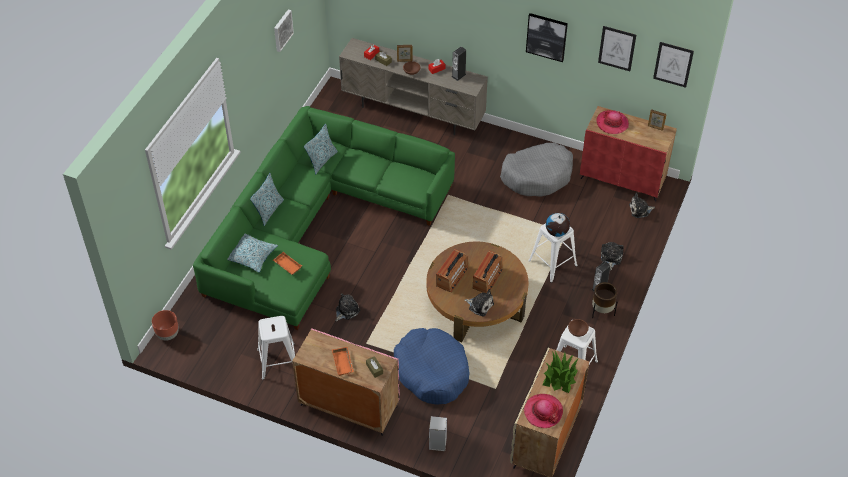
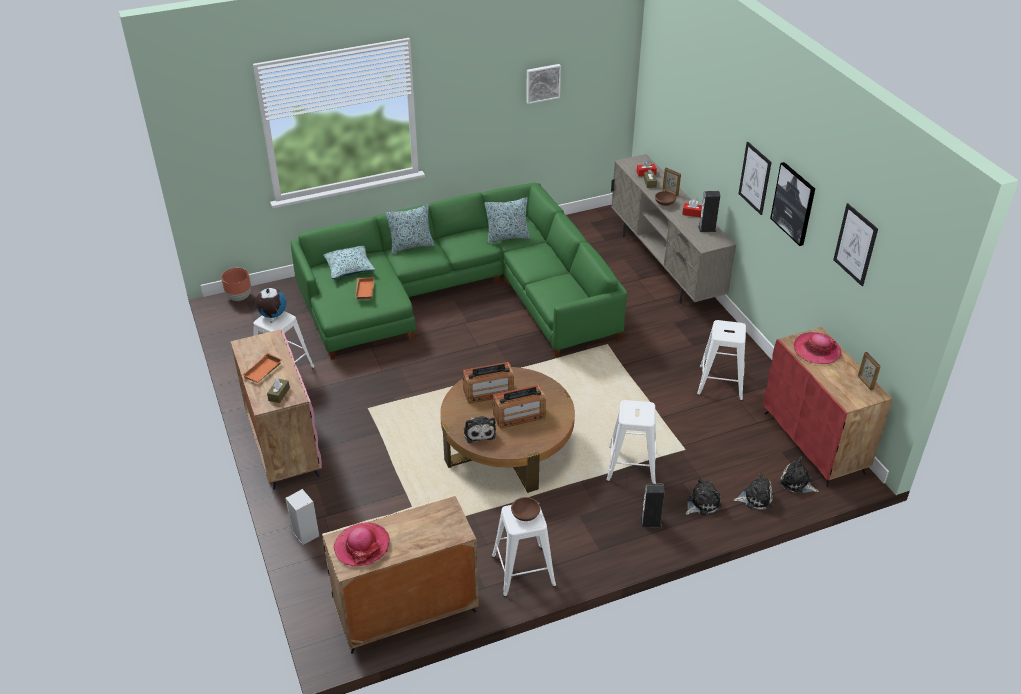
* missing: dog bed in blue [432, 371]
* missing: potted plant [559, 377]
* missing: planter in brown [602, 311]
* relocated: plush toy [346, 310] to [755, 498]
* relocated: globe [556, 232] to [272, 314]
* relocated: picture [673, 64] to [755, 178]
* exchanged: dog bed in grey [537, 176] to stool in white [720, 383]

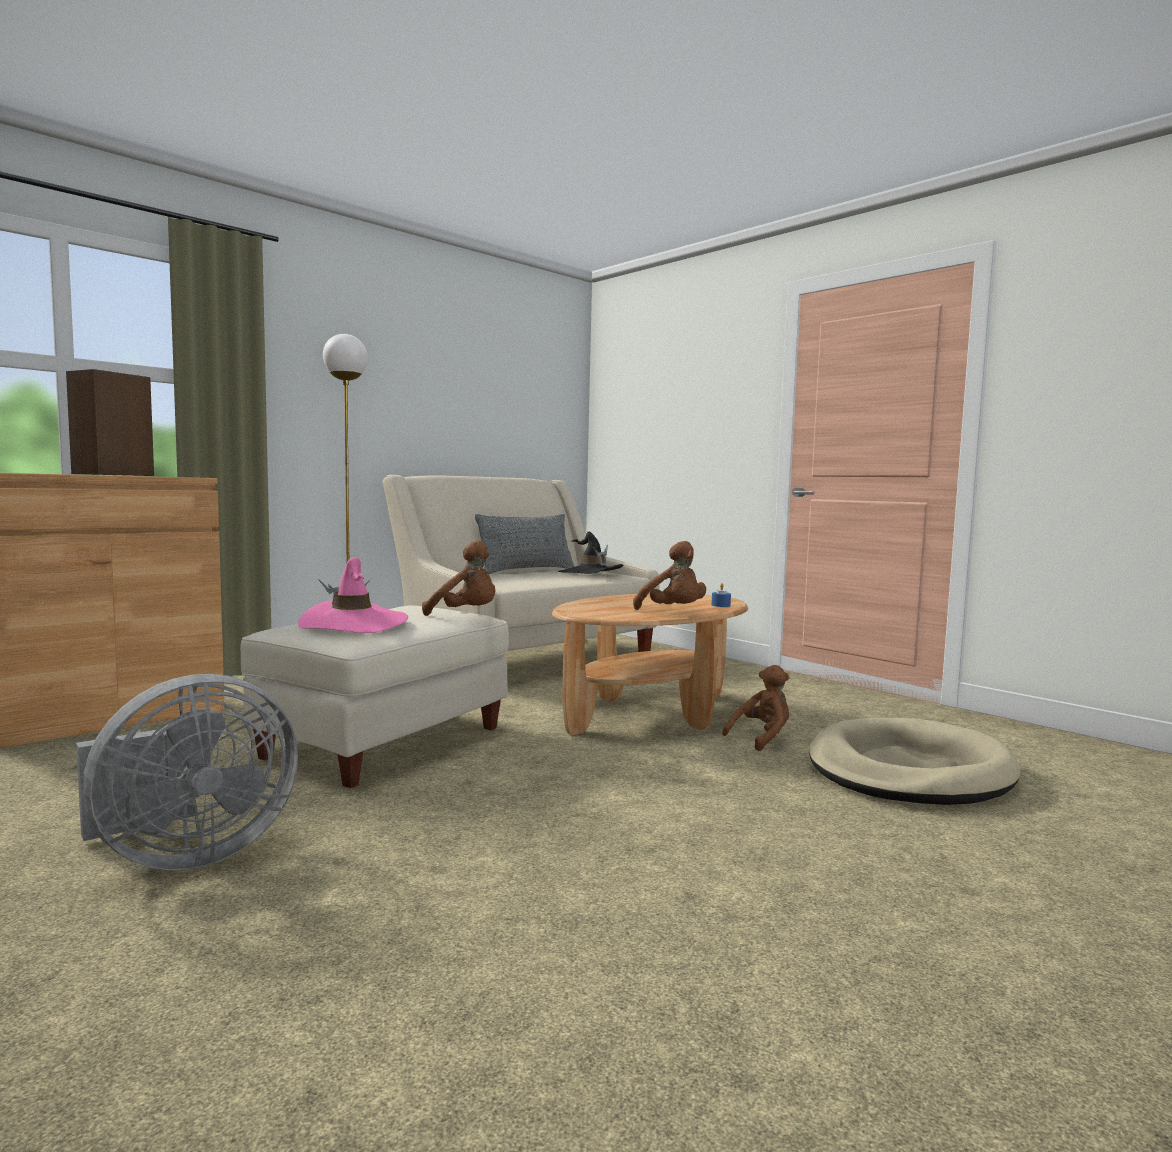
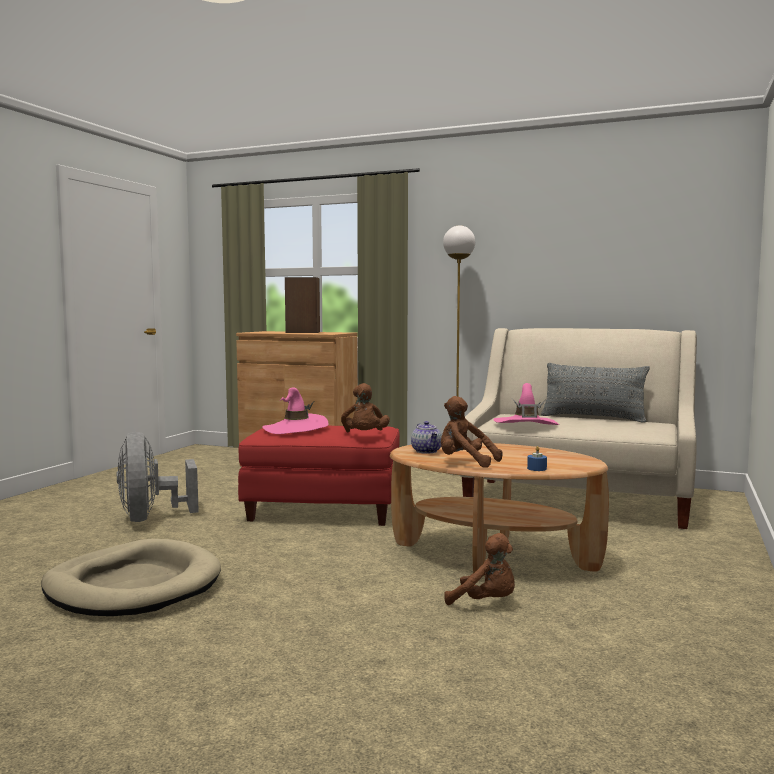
* missing: hat in black [590, 574]
* appeared: teapot [427, 451]
* appeared: hat in pink [525, 424]
* relocated: dog bed in beige [909, 771] to [133, 586]
* colour: ottoman in beige [386, 743] to ottoman in red [323, 511]
* spun: fan in grey [186, 855] = [151, 518] 45 degrees clockwise
* spun: plush toy in brown [673, 612] = [465, 462] 90 degrees clockwise

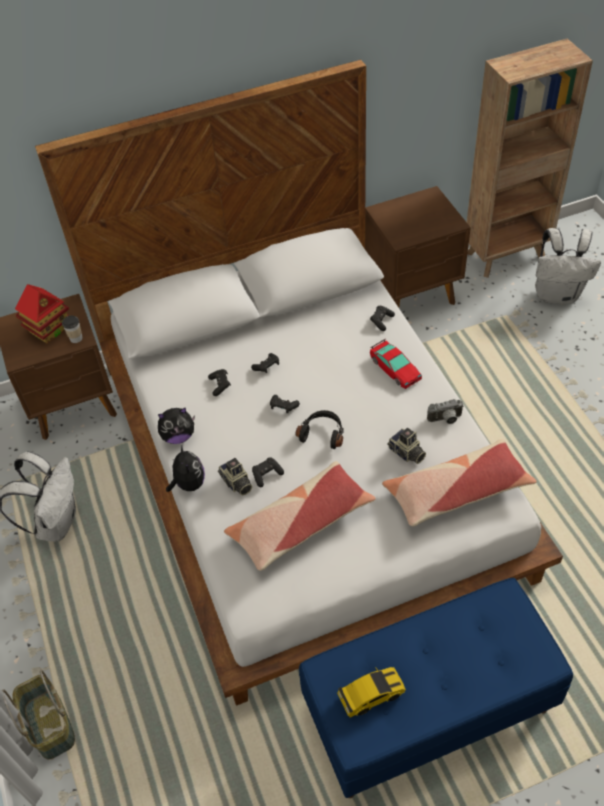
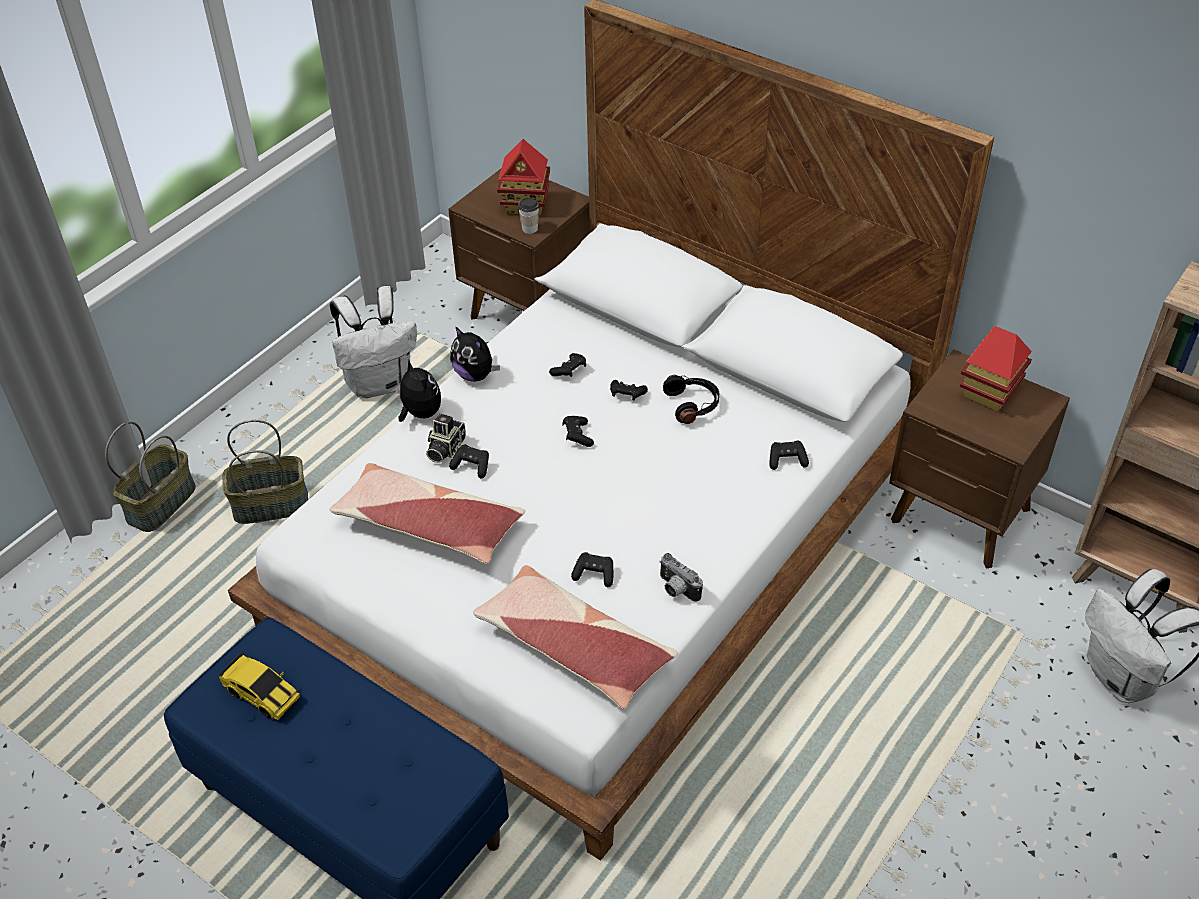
* missing: toy car [394, 369]
* appeared: basket [271, 504]
* appeared: toy house [989, 393]
* relocated: headphones in black [322, 433] to [693, 405]
* exchanged: photo camera [406, 453] to game controller in black [594, 574]
* spun: plush toy [188, 484] = [420, 413] 75 degrees counterclockwise

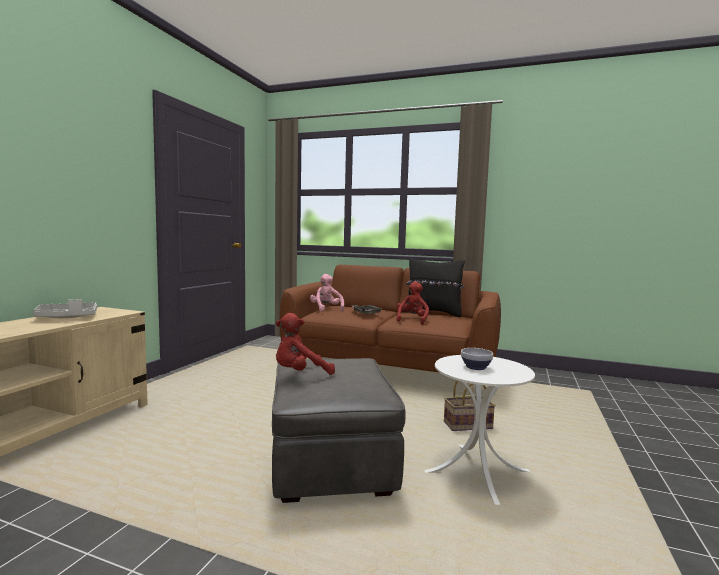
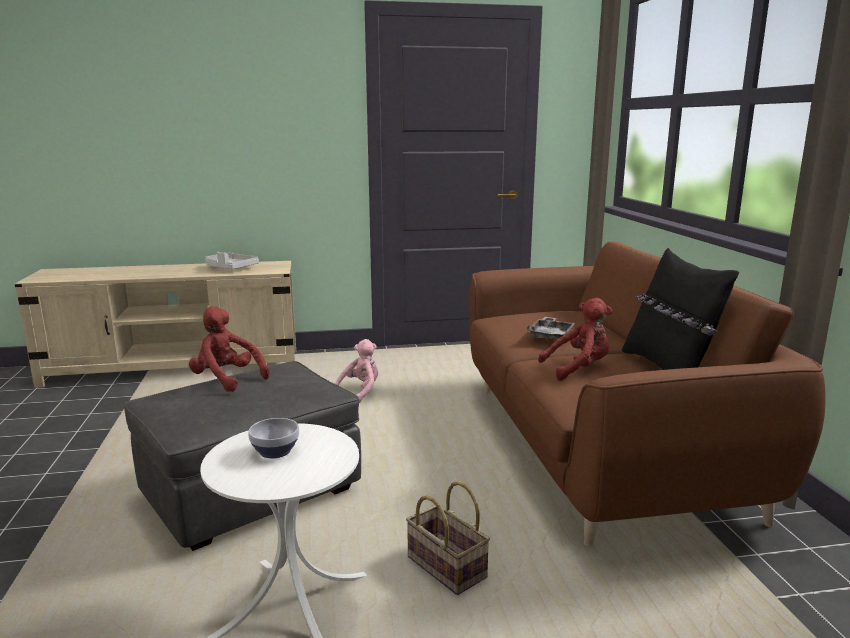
* relocated: plush toy in pink [326, 309] to [360, 392]

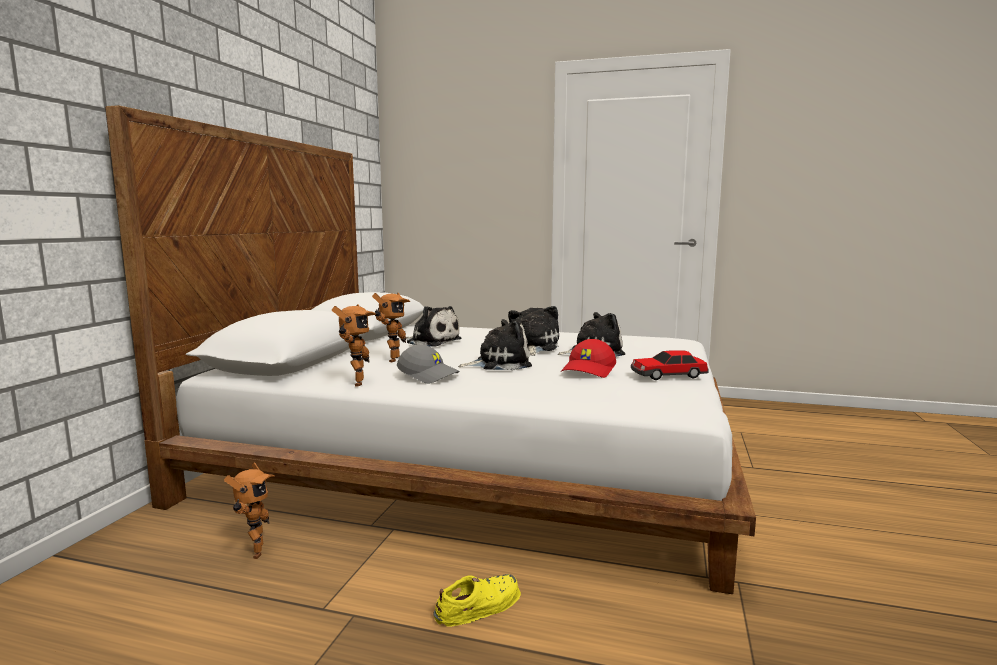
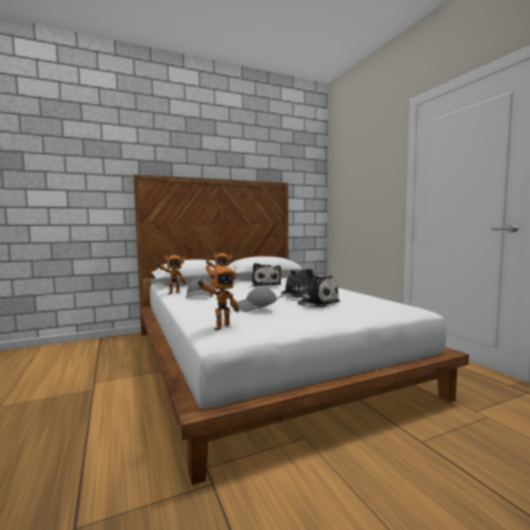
* missing: shoe in yellow [479, 606]
* missing: plush toy [499, 363]
* missing: toy car [667, 375]
* relocated: toy robot [253, 552] to [220, 327]
* colour: cap in red [589, 370] to cap in grey [255, 308]

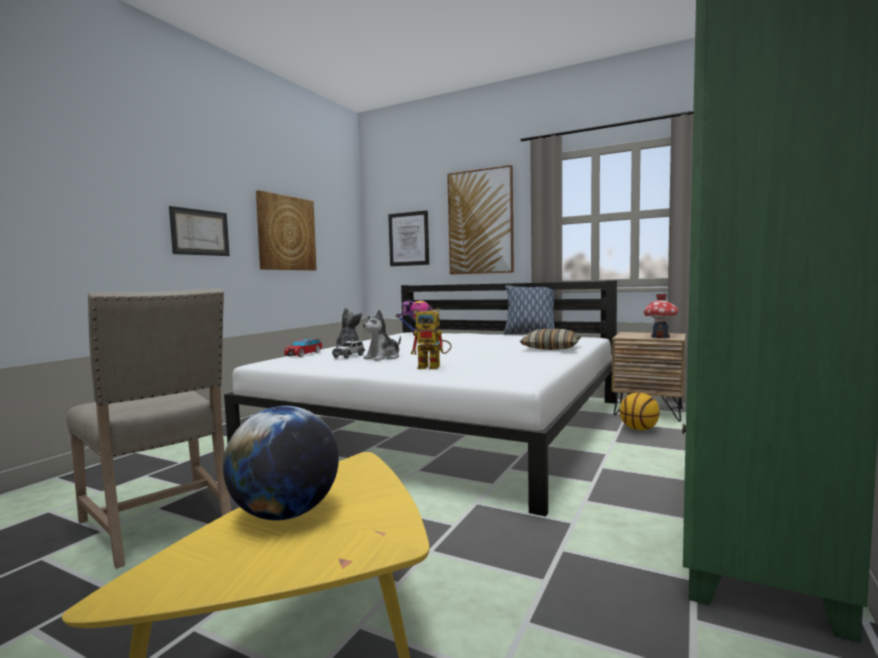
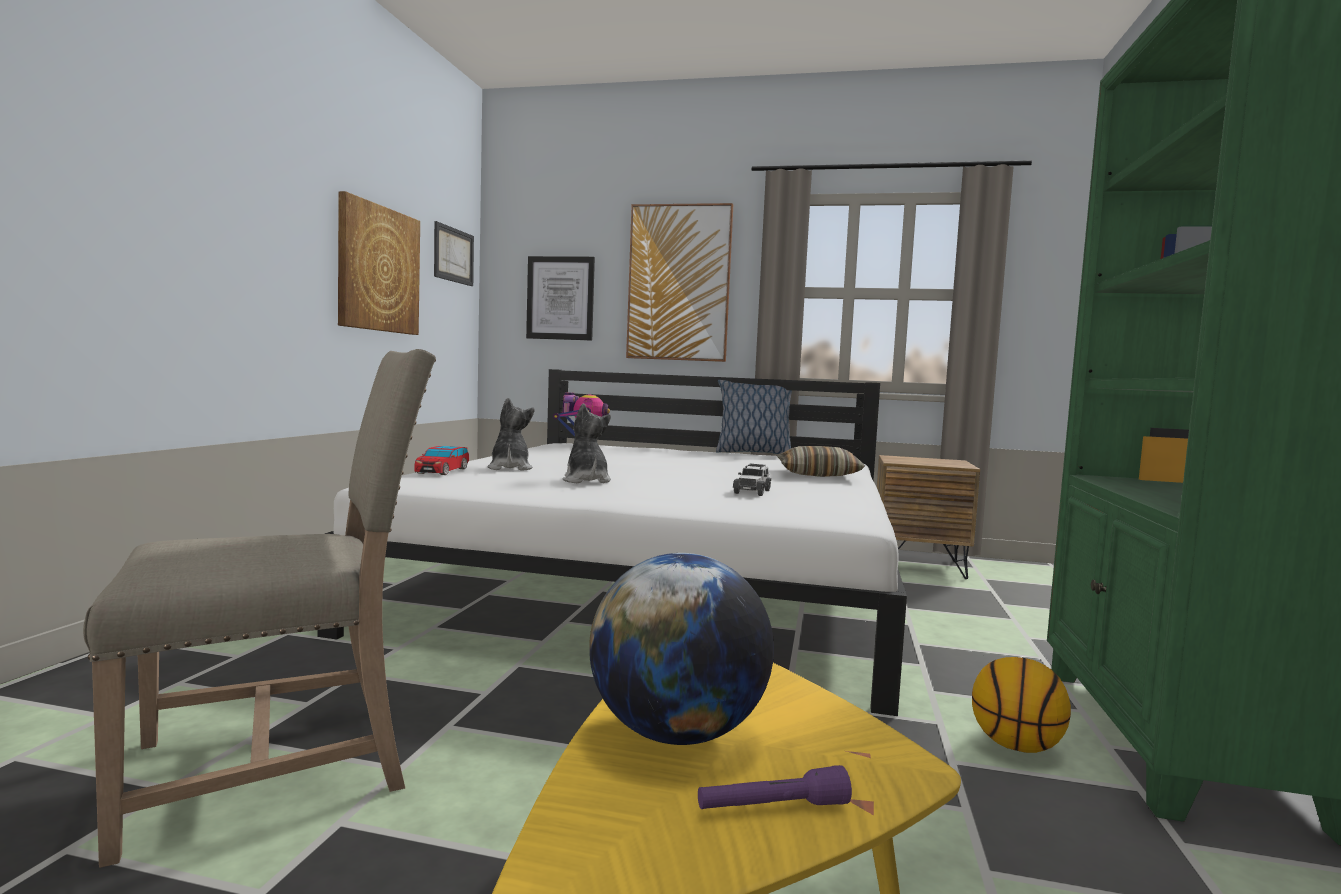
* missing: toy robot [434, 367]
* missing: toy house [660, 337]
* appeared: flashlight in purple [772, 808]
* relocated: picture [200, 232] to [453, 255]
* relocated: toy car [349, 356] to [752, 492]
* relocated: basketball [639, 429] to [1016, 746]
* spun: chair in beige [161, 524] = [279, 767] 60 degrees counterclockwise
* spun: plush toy [383, 357] = [586, 481] 135 degrees clockwise

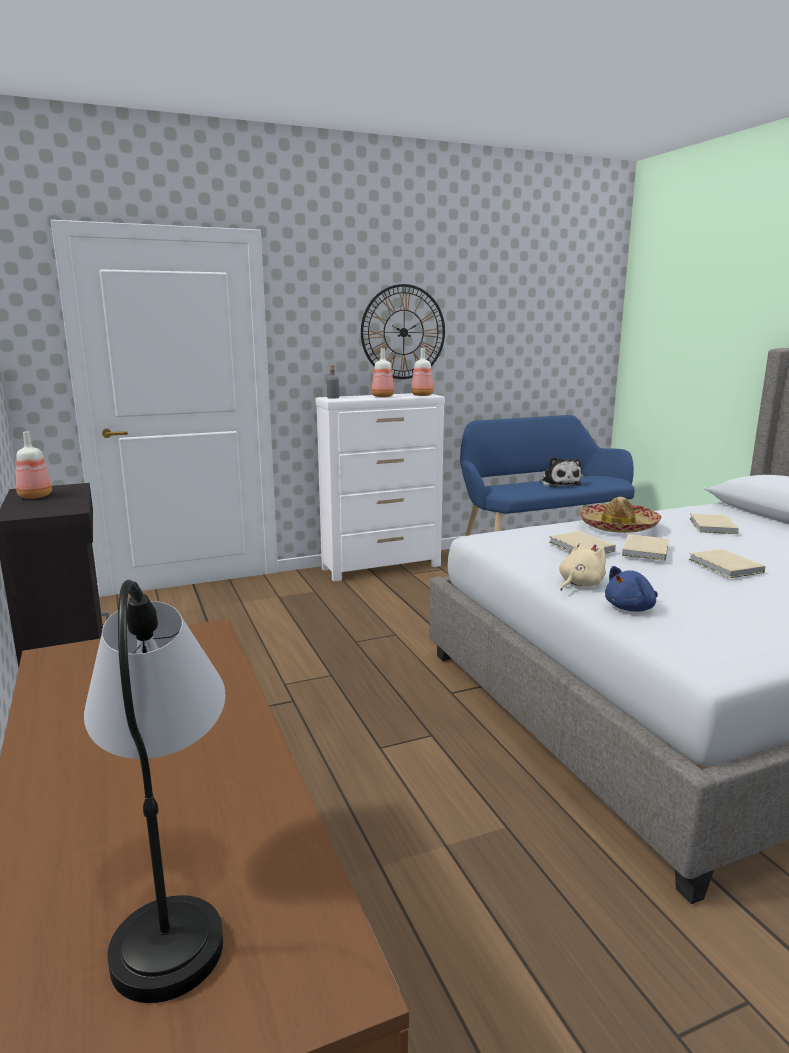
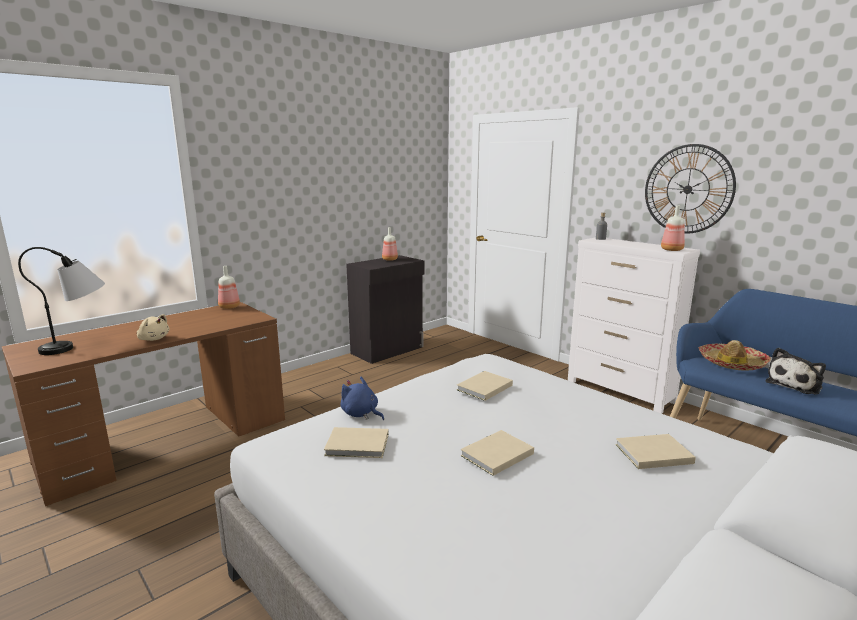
* relocated: bottle [382, 396] to [228, 307]
* relocated: plush toy in beige [579, 584] to [153, 339]
* relocated: hat [618, 526] to [732, 363]
* relocated: book in beige [646, 549] to [359, 445]

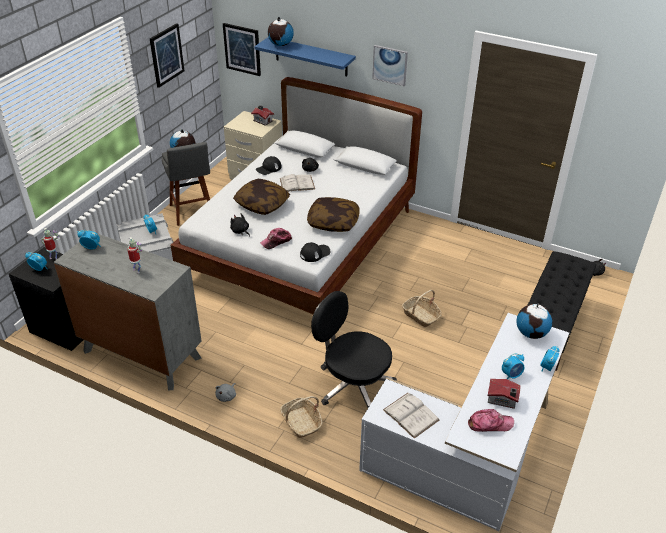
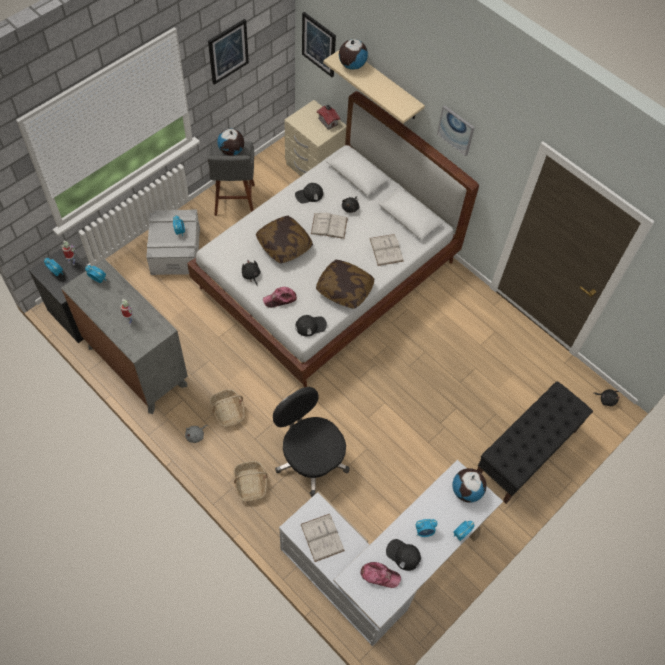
* appeared: book in white [386, 249]
* relocated: basket [421, 316] to [228, 411]
* exchanged: toy house [502, 400] to cap in black [403, 555]
* colour: shelf in blue [311, 57] to shelf in beige [383, 84]

